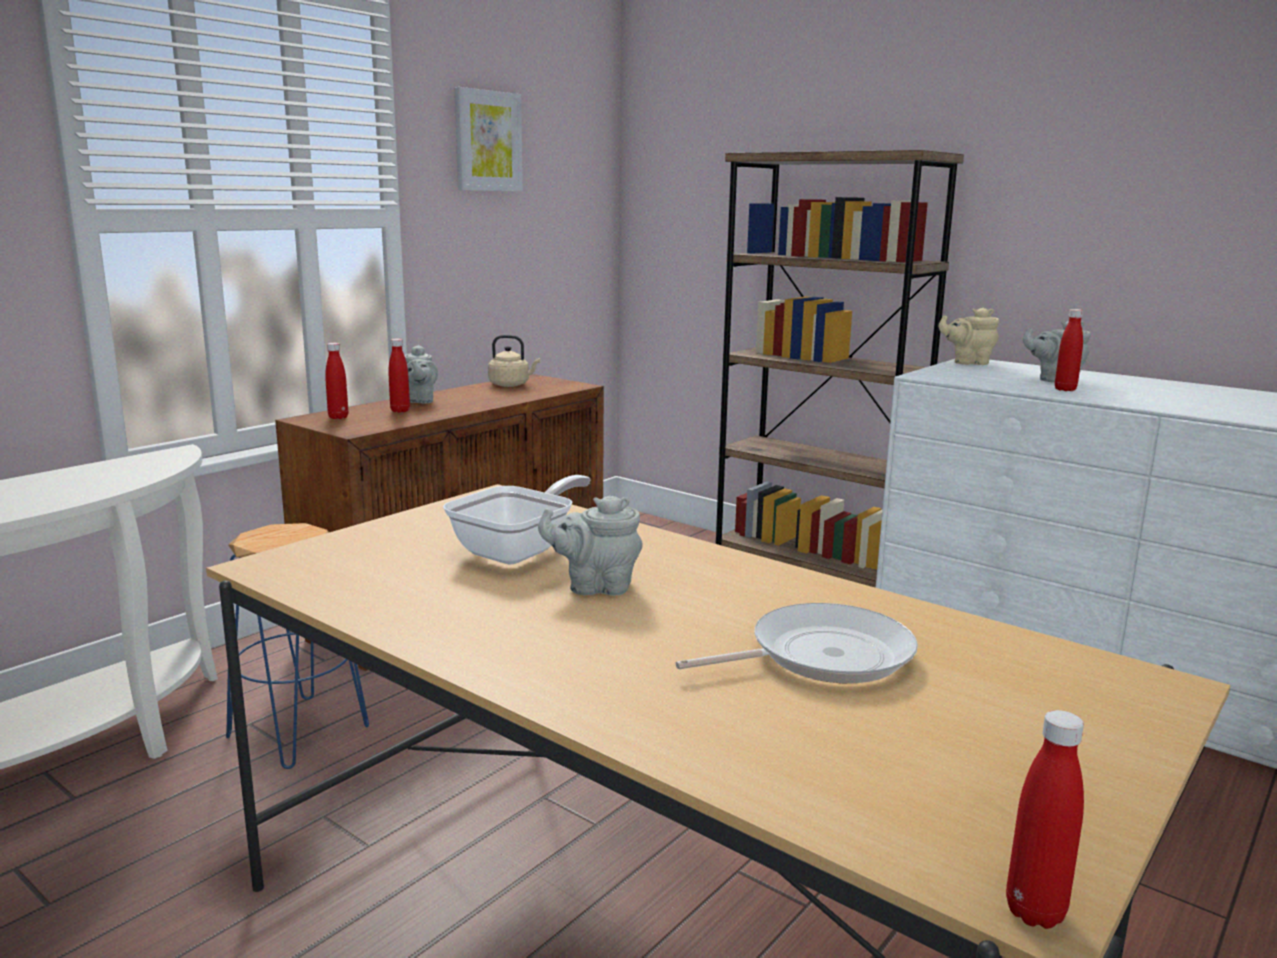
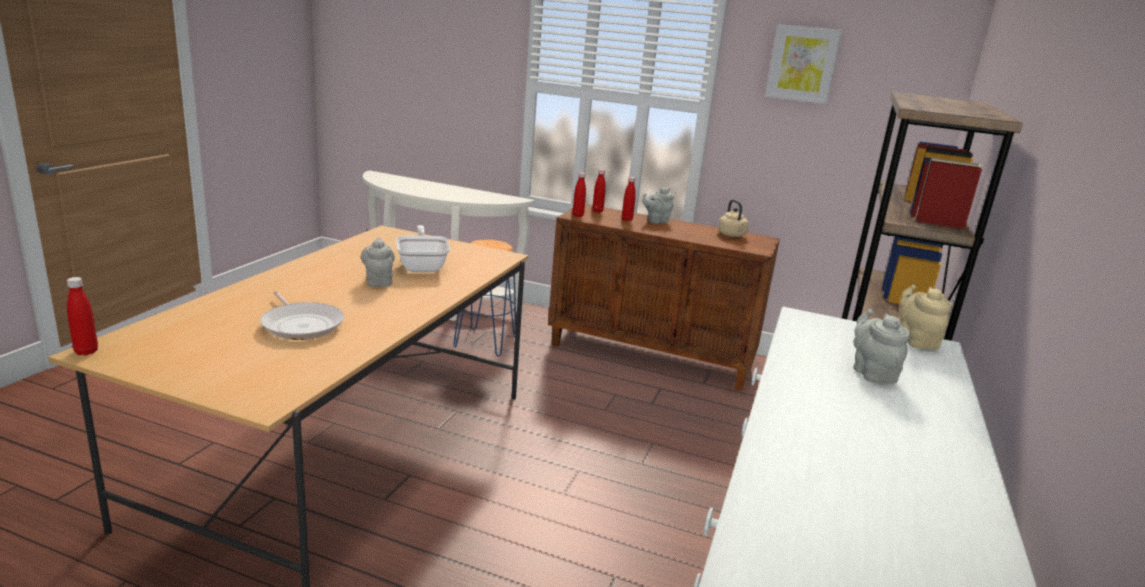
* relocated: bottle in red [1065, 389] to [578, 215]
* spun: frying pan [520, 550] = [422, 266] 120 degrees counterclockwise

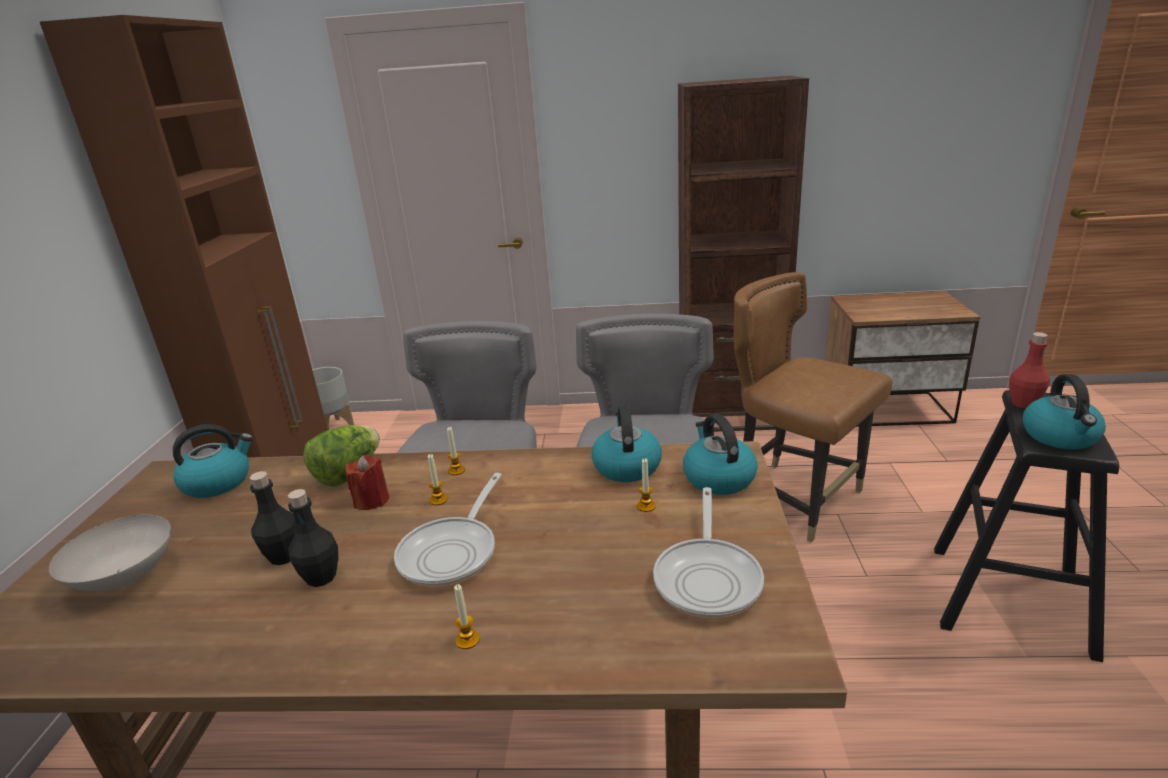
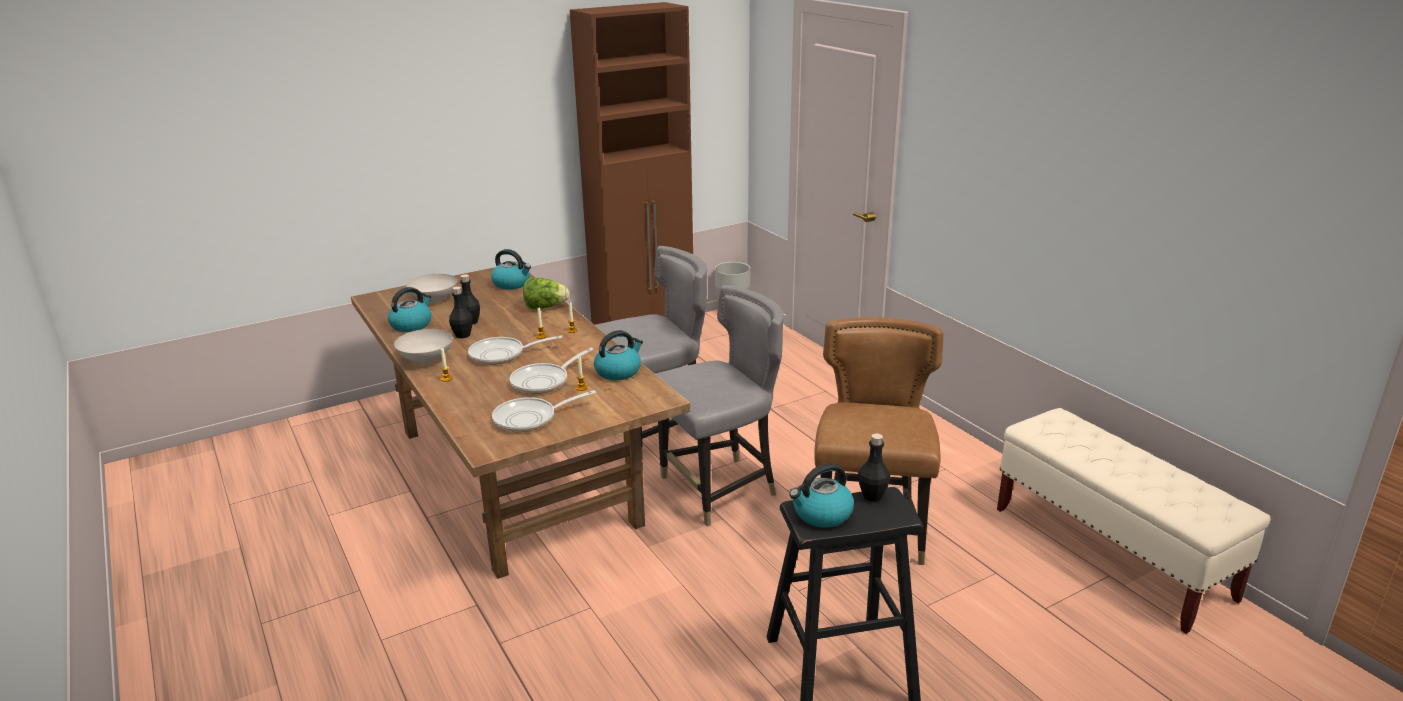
* missing: candle in red [371, 500]
* missing: bookcase in brown [729, 415]
* appeared: bowl in white [426, 360]
* appeared: frying pan [544, 381]
* relocated: kettle [718, 478] to [411, 325]
* exchanged: nightstand [888, 410] to bench in beige [1110, 553]
* colour: bottle in red [1023, 404] to bottle in black [872, 496]

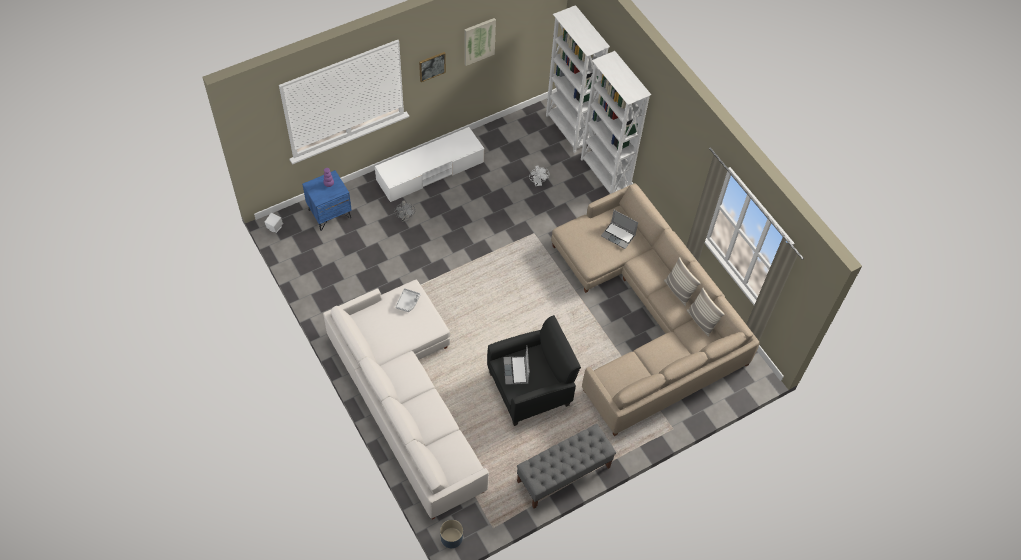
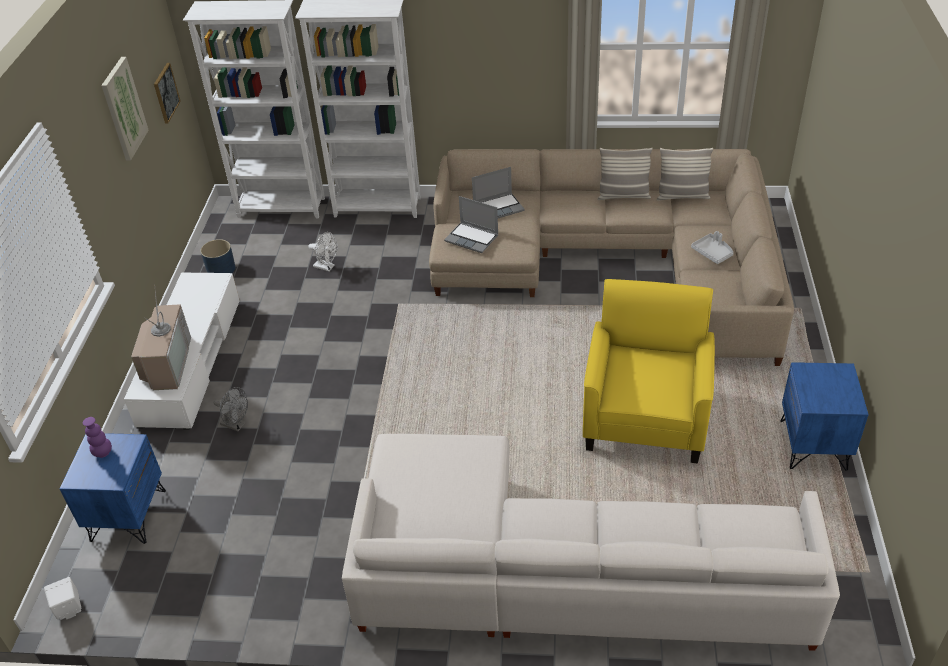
* appeared: television [167, 363]
* relocated: tray in grey [408, 302] to [713, 253]
* relocated: picture [432, 66] to [166, 93]
* relocated: planter in blue [451, 537] to [221, 269]
* relocated: laptop [516, 371] to [472, 238]
* exchanged: bench in grey [563, 474] to nightstand in blue [814, 445]
* colour: armchair in black [530, 388] to armchair in yellow [645, 417]

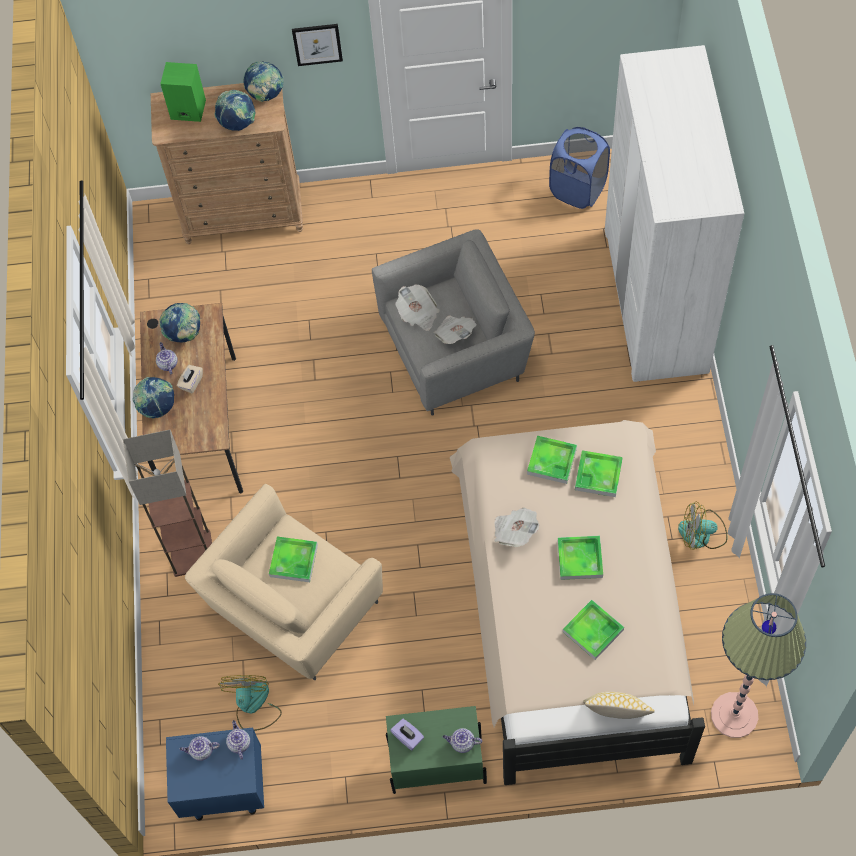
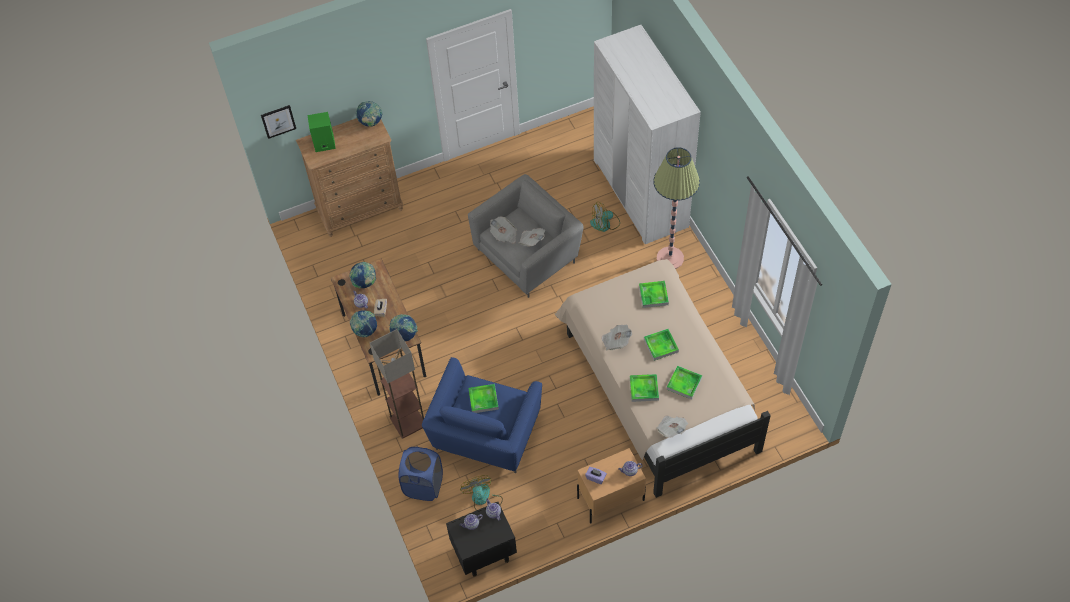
* missing: pillow [616, 715]
* appeared: newspaper [671, 429]
* relocated: globe [238, 123] to [405, 335]
* relocated: picture [317, 44] to [278, 121]
* relocated: tray [552, 461] to [644, 389]
* relocated: laundry basket in blue [578, 189] to [423, 485]
* relocated: fan [702, 534] to [605, 223]
* relocated: floor lamp [734, 715] to [670, 258]
* colour: nightstand in blue [223, 789] to nightstand in black [483, 553]
* colour: armchair in beige [293, 608] to armchair in blue [485, 435]
* colour: nightstand in green [436, 765] to nightstand in beige [610, 499]

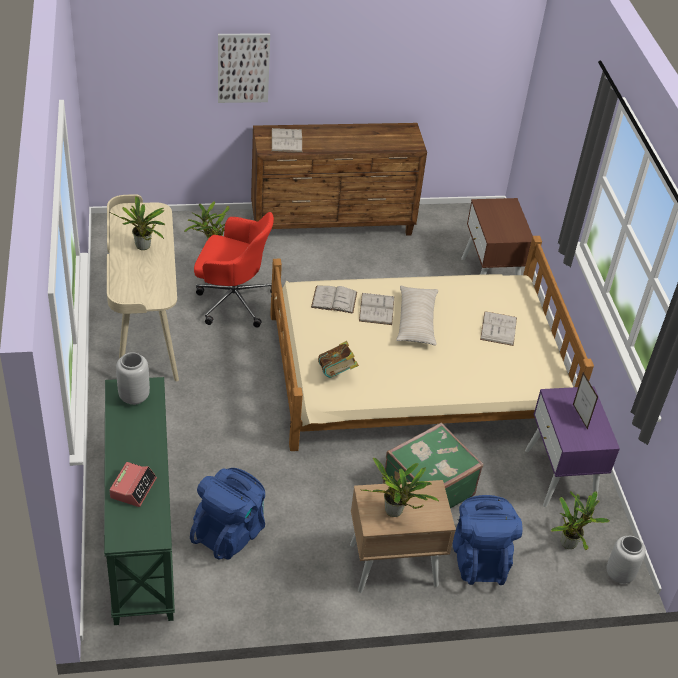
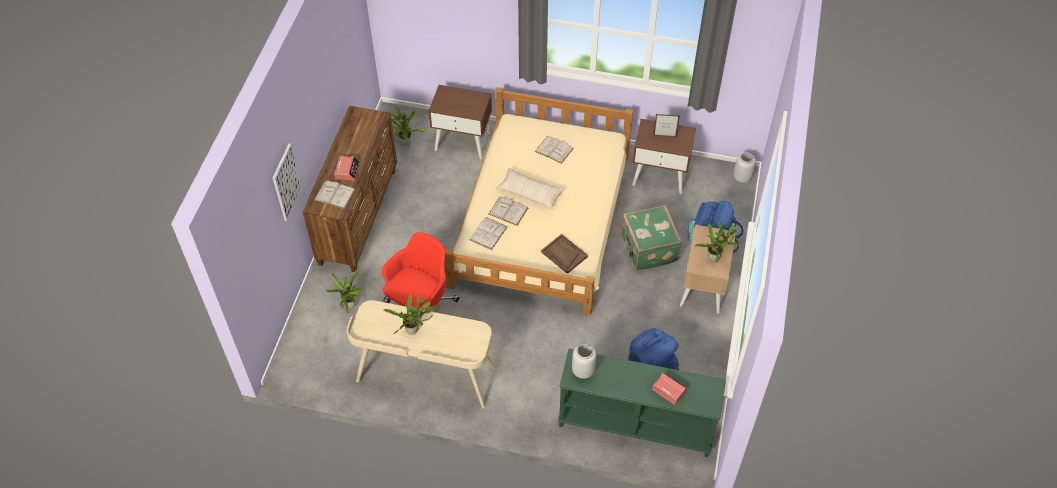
* appeared: alarm clock [347, 170]
* relocated: potted plant [570, 542] to [405, 142]
* exchanged: book [337, 372] to tray in brown [564, 254]
* colour: nightstand in purple [560, 476] to nightstand in brown [660, 175]

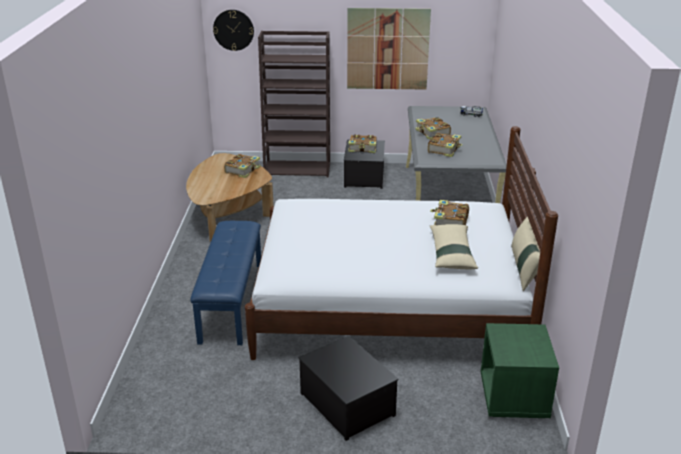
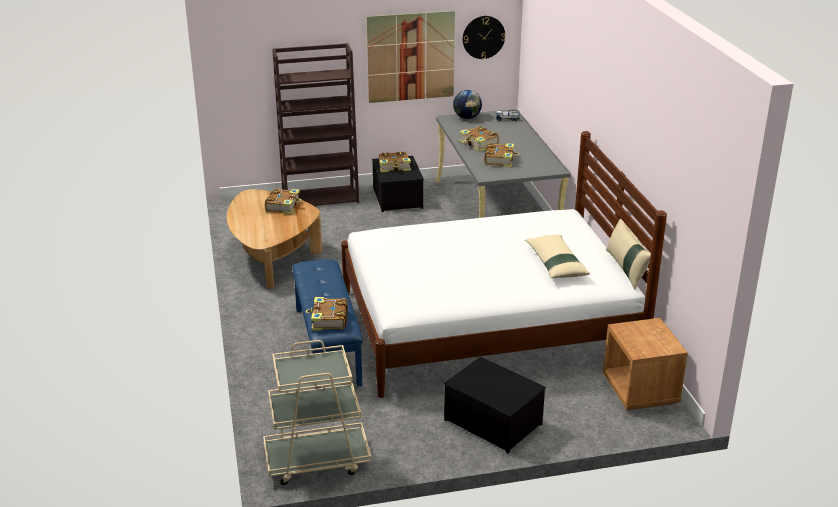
* appeared: cart in beige [316, 460]
* appeared: globe [467, 118]
* relocated: wall clock [233, 30] to [483, 37]
* relocated: book [450, 221] to [328, 320]
* colour: nightstand in green [513, 397] to nightstand in brown [640, 391]

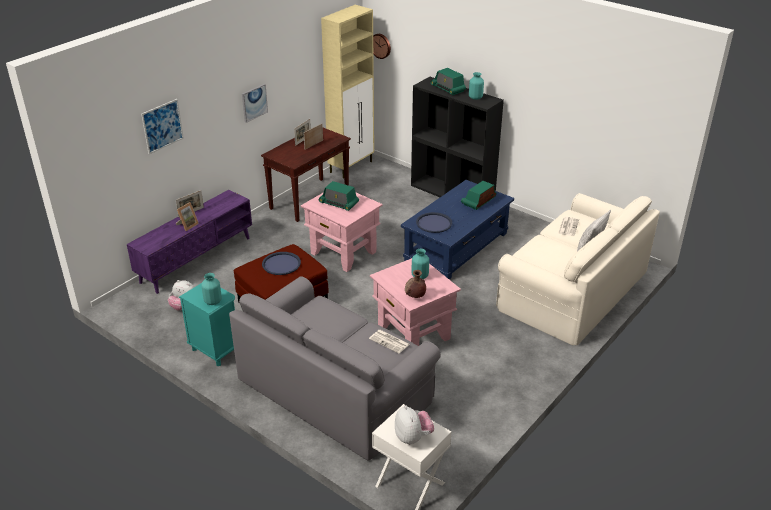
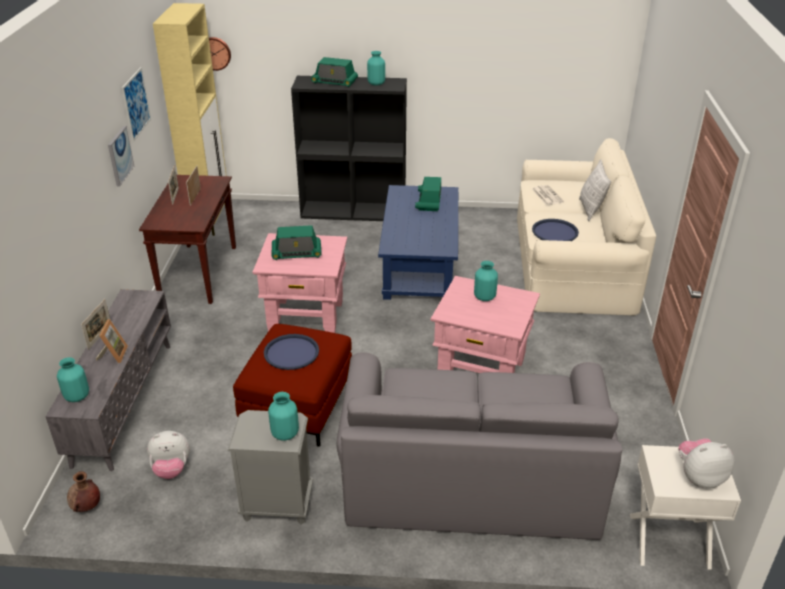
* missing: newspaper [390, 342]
* appeared: vase in turquoise [77, 396]
* relocated: picture [162, 126] to [136, 104]
* relocated: vase in brown [415, 296] to [86, 506]
* relocated: tray in blue [434, 223] to [555, 232]
* colour: tv stand in purple [196, 259] to tv stand in grey [123, 401]
* colour: nightstand in turquoise [215, 350] to nightstand in grey [277, 505]
* spun: plush toy [413, 437] = [699, 477] 45 degrees counterclockwise

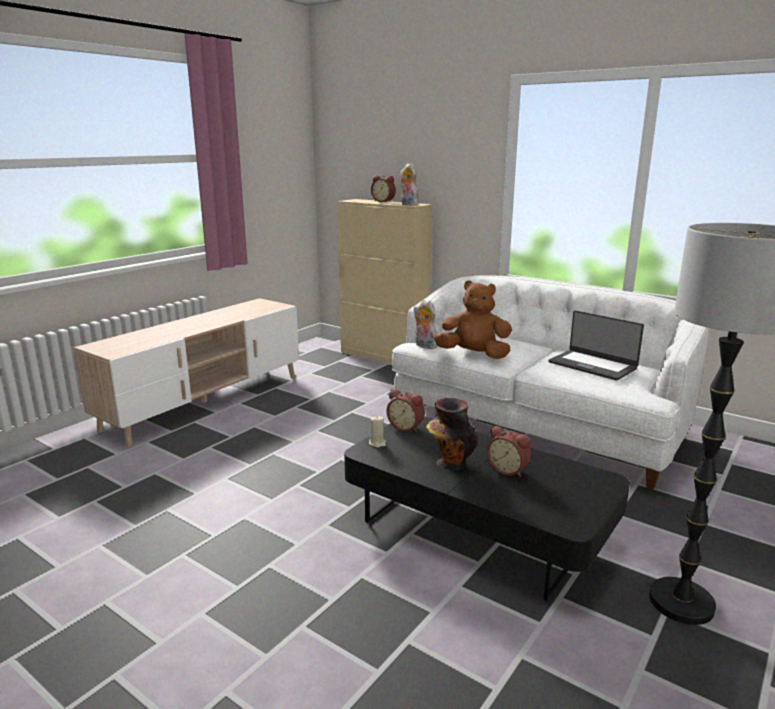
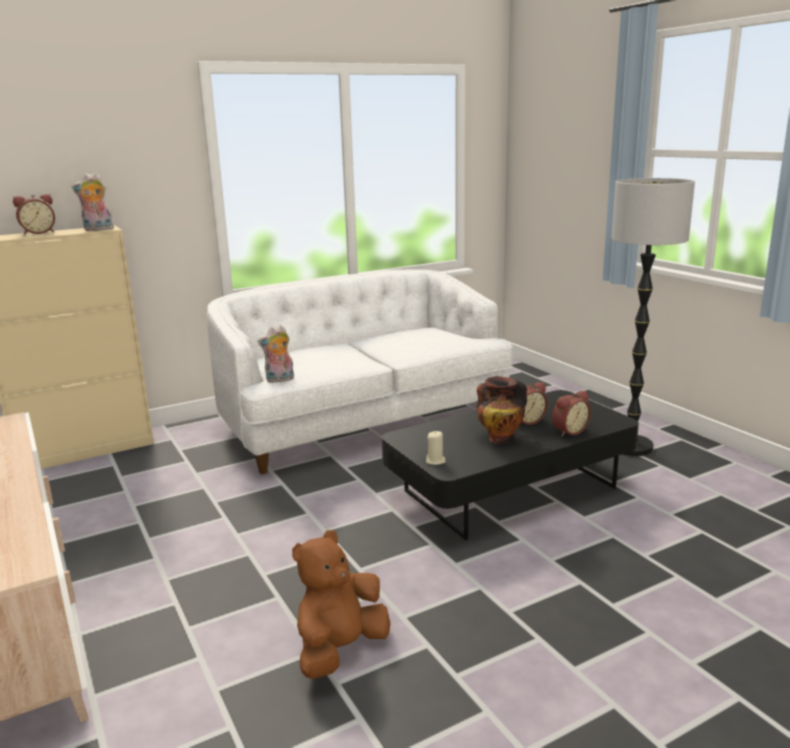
* missing: laptop [593, 365]
* relocated: alarm clock [406, 427] to [568, 431]
* relocated: plush toy in brown [474, 355] to [340, 650]

